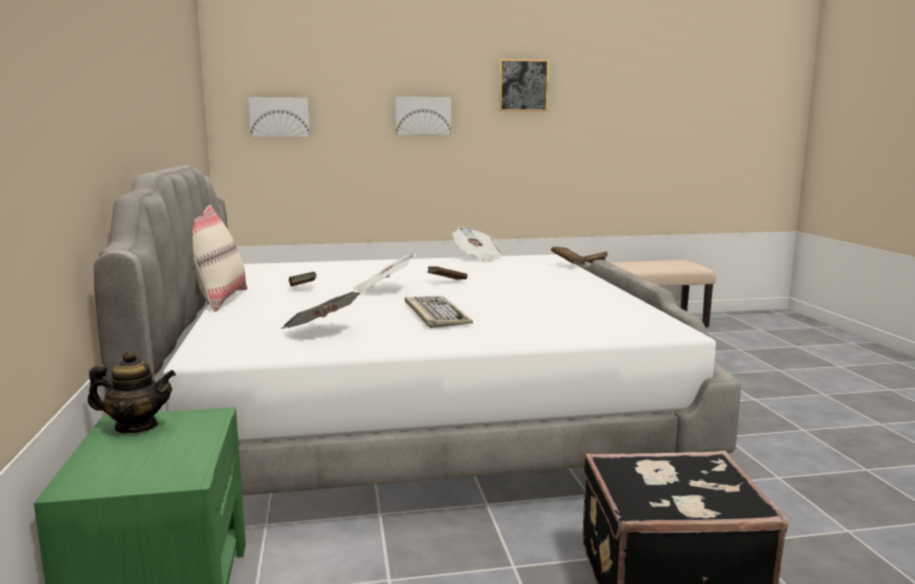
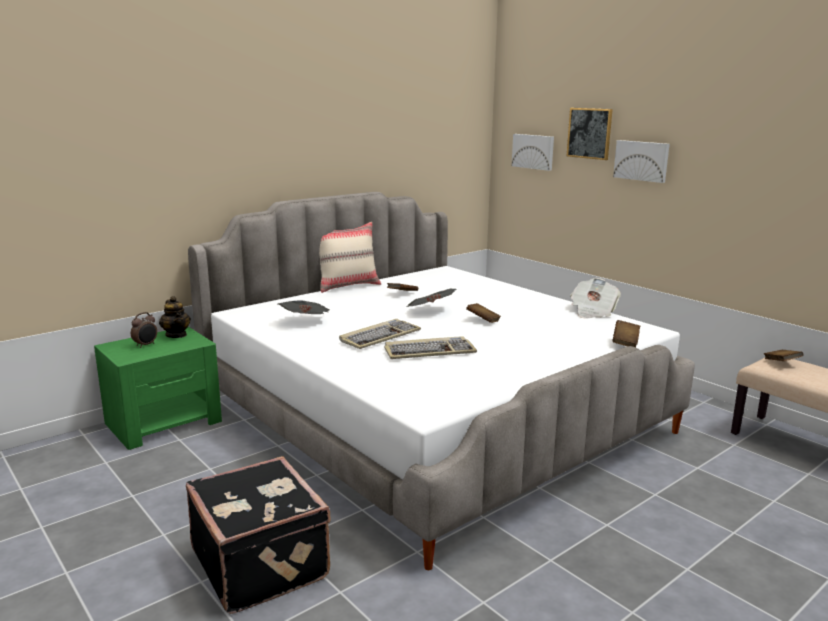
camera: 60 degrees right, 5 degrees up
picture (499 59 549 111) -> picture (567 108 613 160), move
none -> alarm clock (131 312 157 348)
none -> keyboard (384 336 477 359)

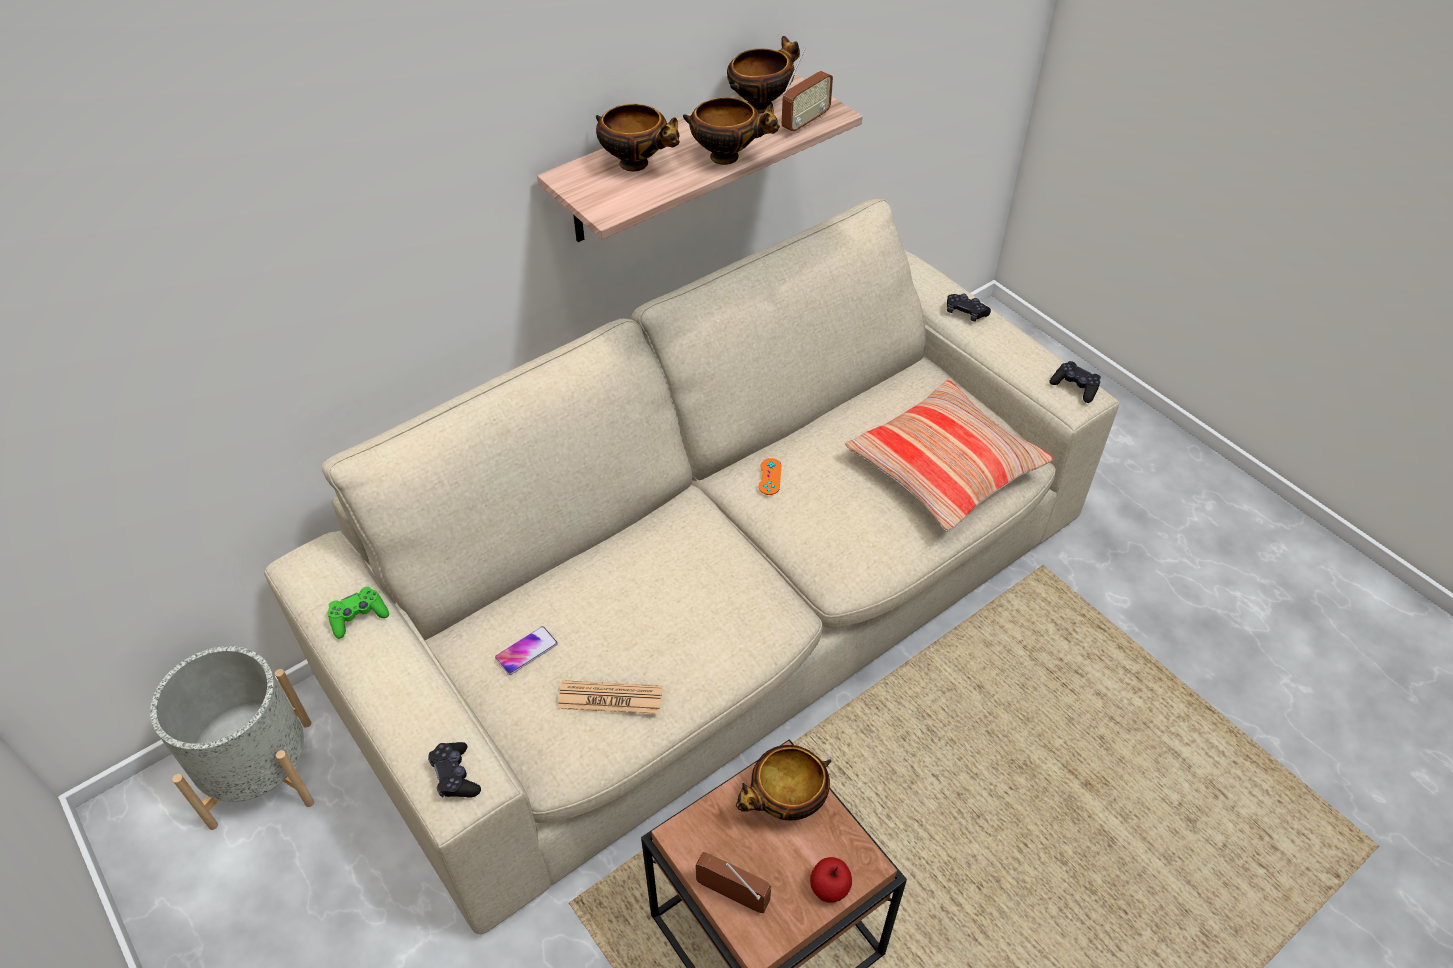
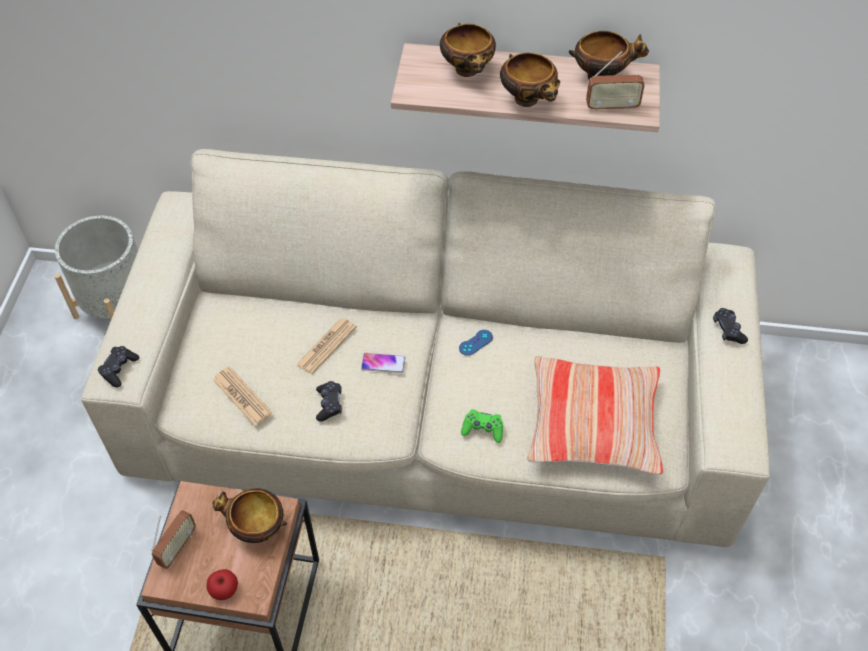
camera: 45 degrees right, 5 degrees up
black game controller (1049 361 1101 403) -> black game controller (316 381 342 422), move
orange game controller (758 458 782 495) -> blue game controller (459 330 493 356)
green game controller (327 586 389 639) -> green game controller (461 409 503 443), move
phone (495 626 558 675) -> phone (361 353 405 373), move
radio (695 852 771 913) -> radio (151 510 196 569), 45 degrees clockwise
none -> newspaper (296 318 357 374)

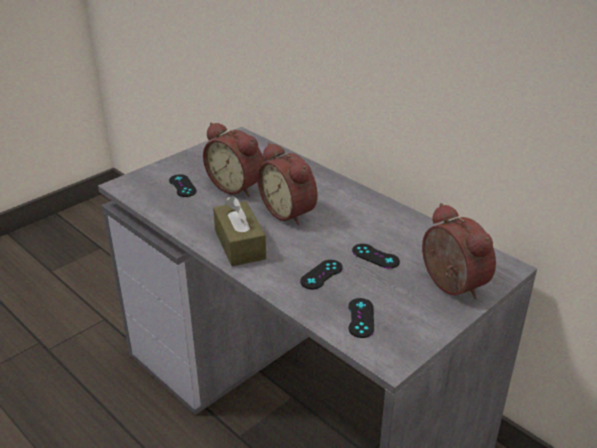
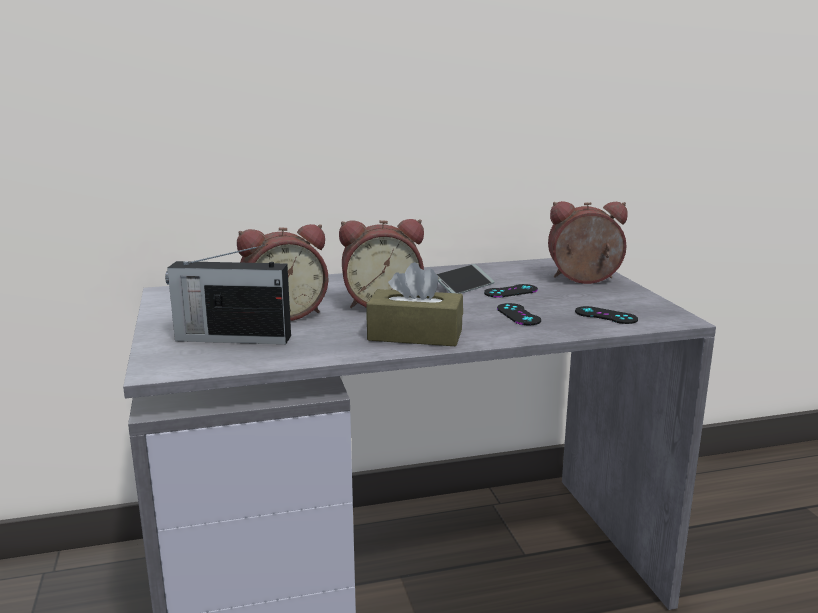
camera: 60 degrees left, 15 degrees down
black game controller (169 174 197 197) -> radio (165 244 291 344)
none -> phone (436 264 494 294)

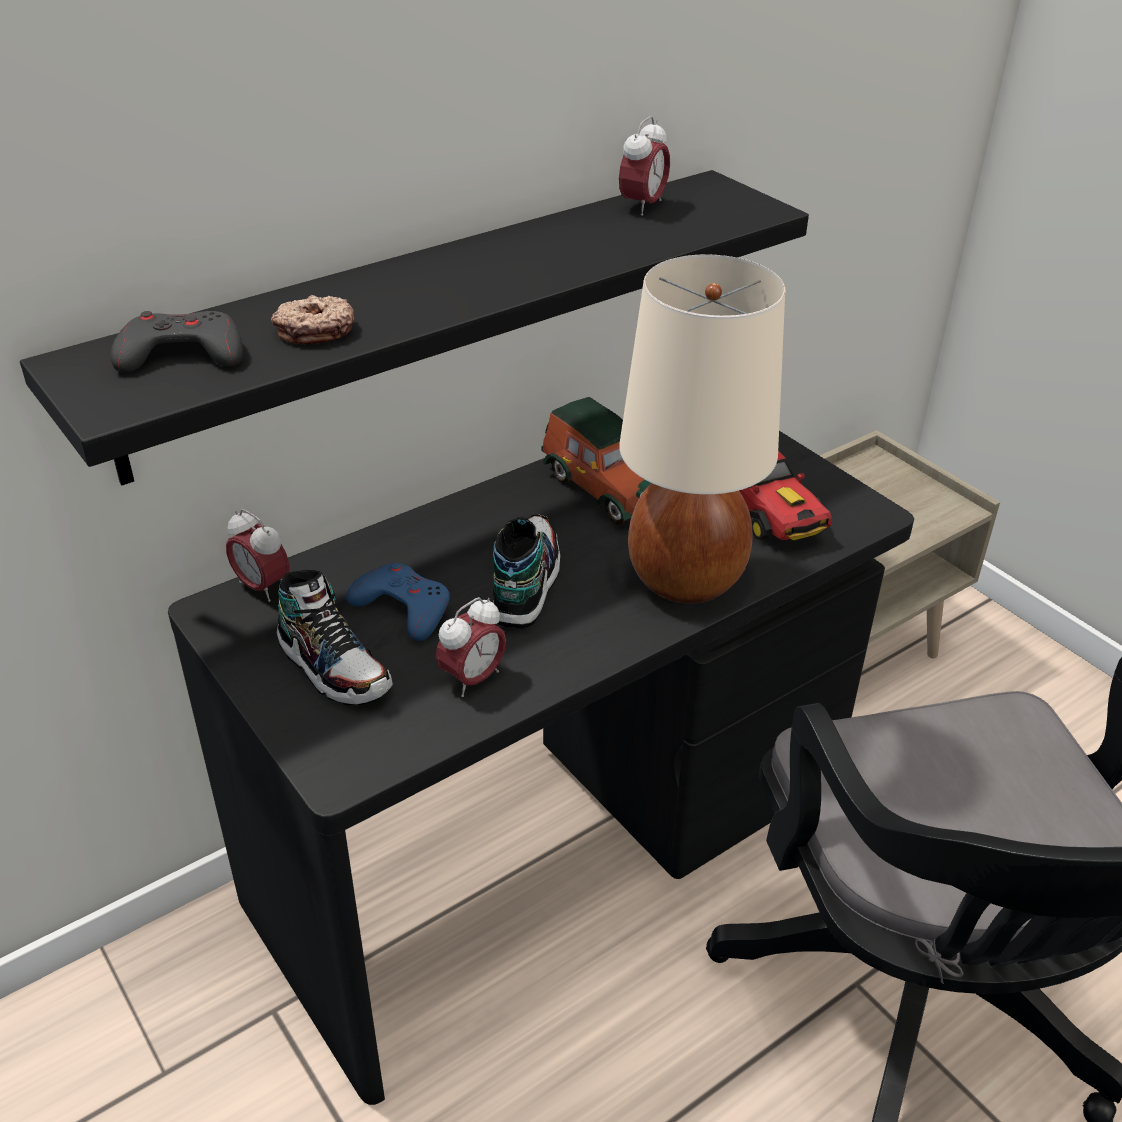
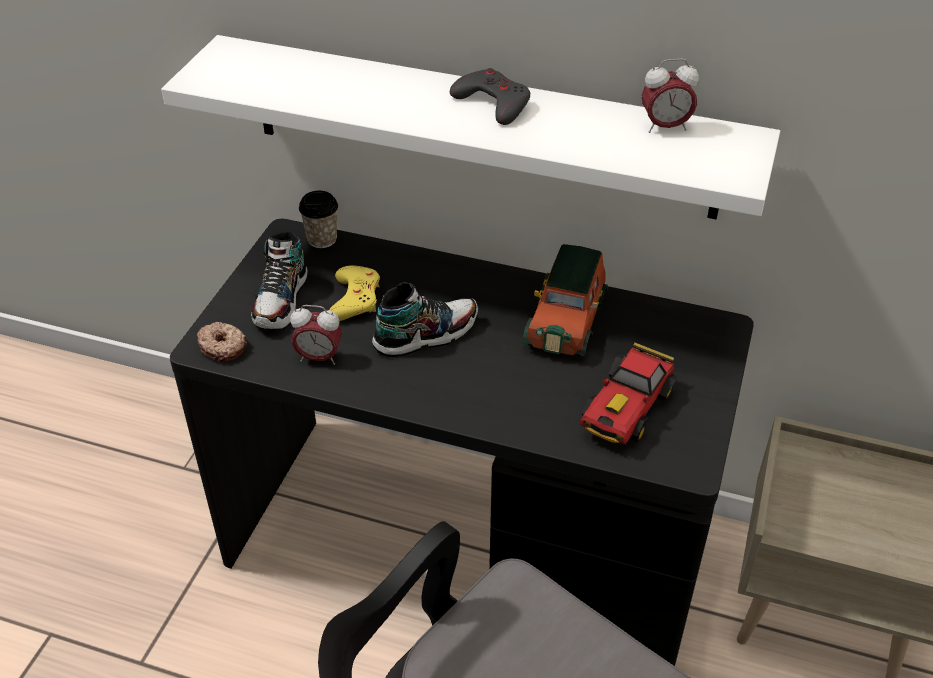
camera: 55 degrees right, 5 degrees up
black shelf (20 170 809 485) -> white shelf (161 35 780 219)
beige table lamp (619 254 785 604) -> none
donut (271 295 355 345) -> donut (197 322 247 362), move
grey game controller (111 311 243 372) -> grey game controller (450 68 530 125), move
alarm clock (226 509 289 602) -> cup (299 191 338 248)
blue game controller (346 563 450 641) -> yellow game controller (329 265 380 321)

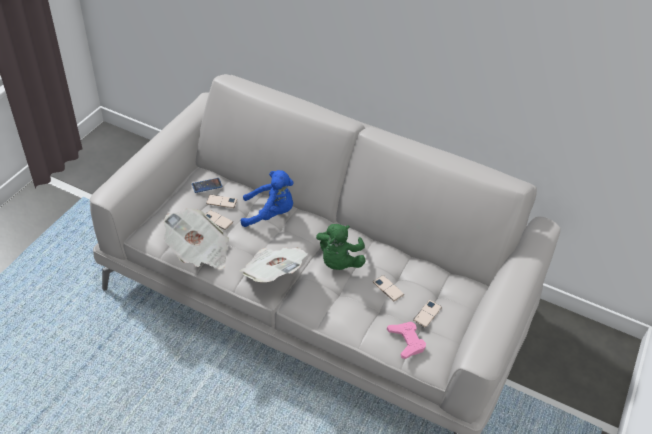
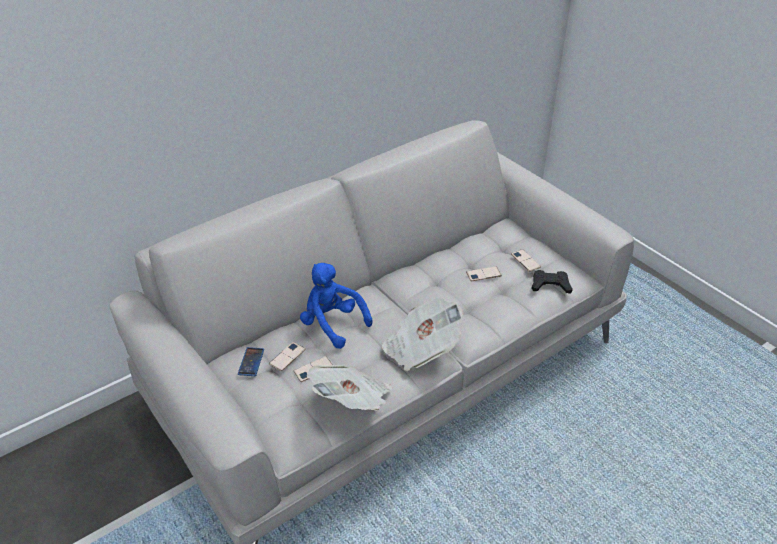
camera: 60 degrees left, 5 degrees down
blue plush toy (241 170 294 227) -> blue plush toy (300 263 373 349), 75 degrees counterclockwise
green plush toy (316 224 366 270) -> none
pink game controller (387 322 426 359) -> black game controller (531 270 573 294)

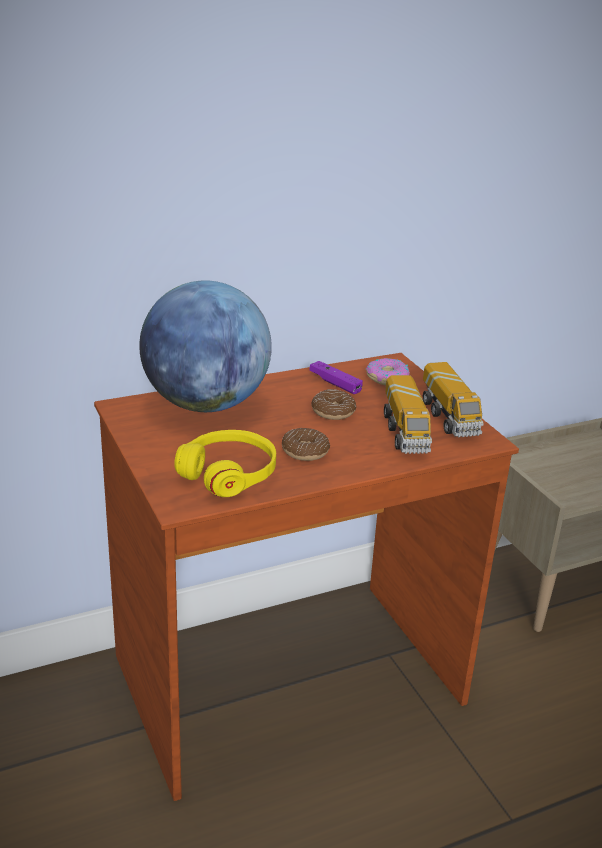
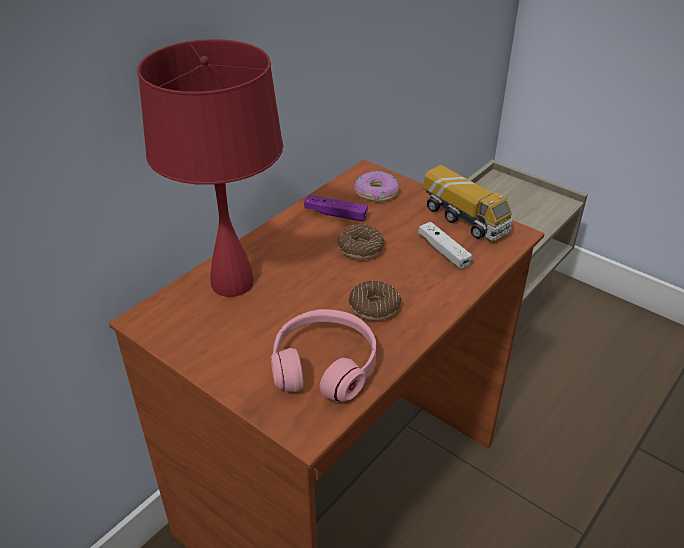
camera: 25 degrees left, 10 degrees up
globe (139 280 272 412) -> red table lamp (137 39 283 297)
toy truck (384 375 432 454) -> white game controller (418 222 472 269)
yellow headphones (174 430 276 497) -> pink headphones (271 309 376 402)

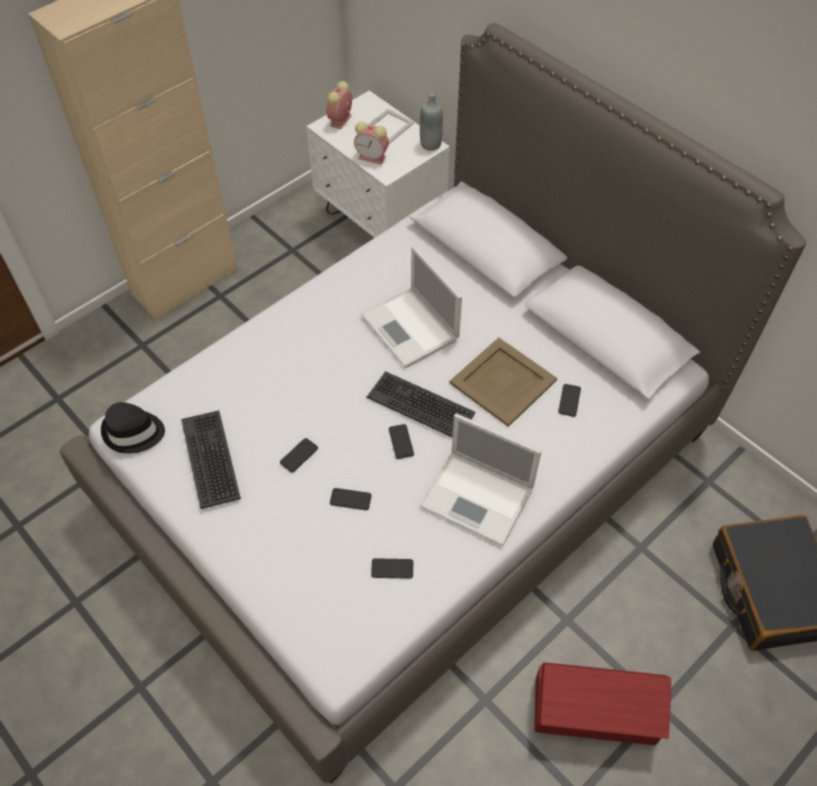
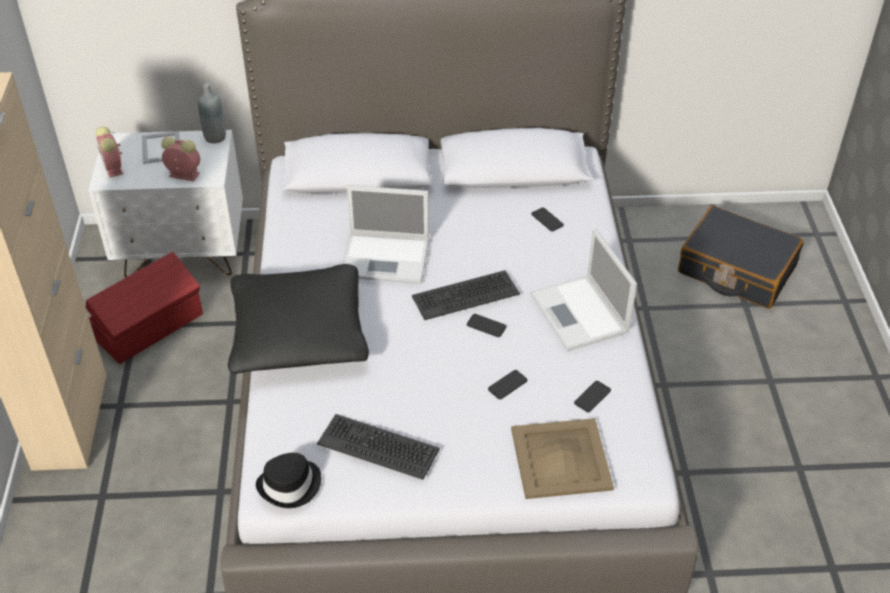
camera: 50 degrees left, 10 degrees down
alarm clock (354 122 389 164) -> alarm clock (161 137 200 181), 135 degrees counterclockwise
beige tray (449 337 557 427) -> beige tray (511 418 614 499), move
laptop (420 413 542 546) -> laptop (530 228 637 351), 90 degrees clockwise
phone (280 438 318 472) -> none
red storage box (535 662 671 745) -> red storage box (86 252 203 364), move
none -> black pillow (228 264 369 374)

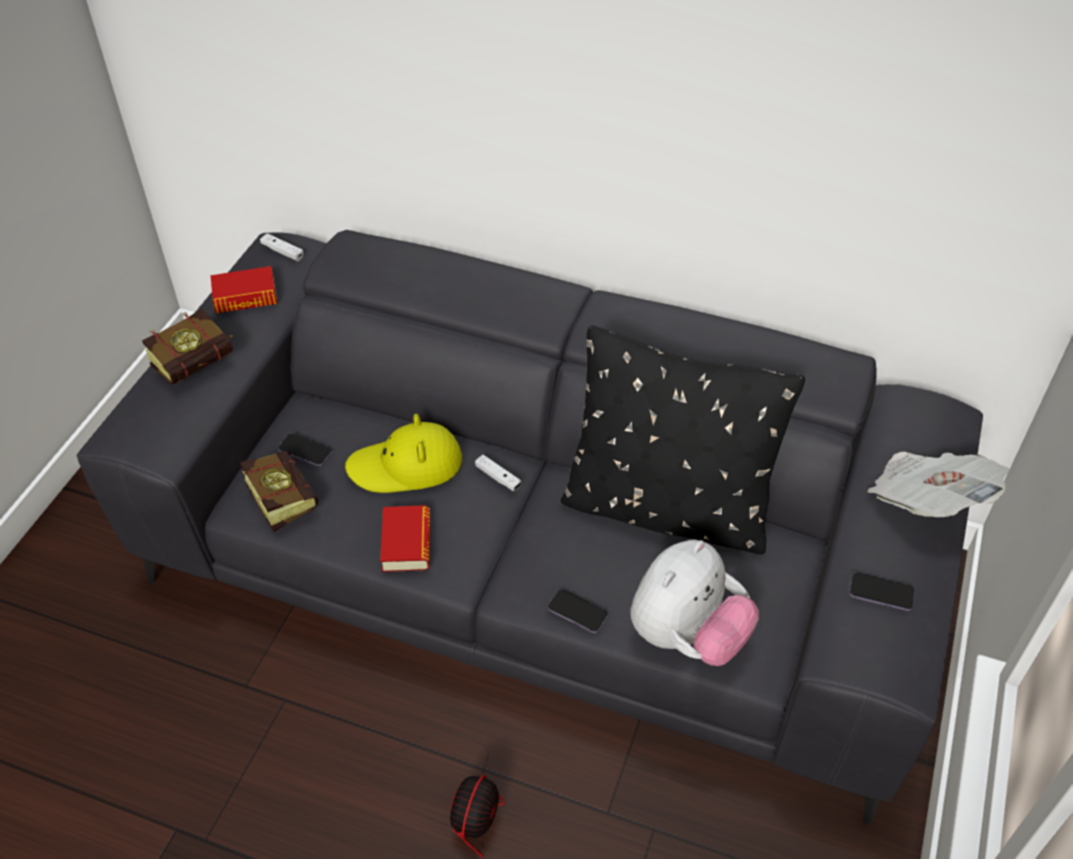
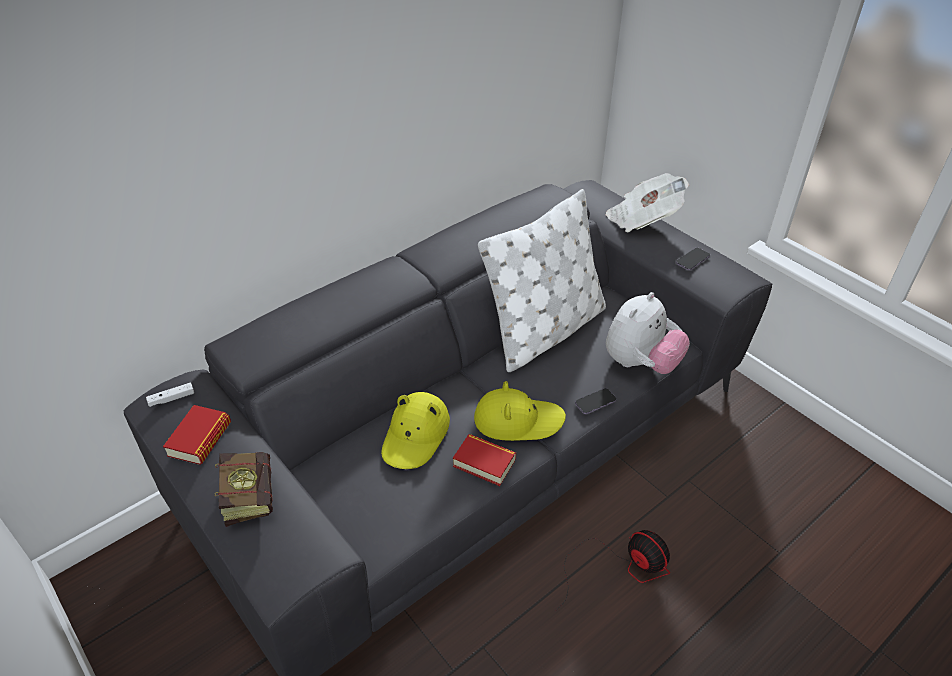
camera: 60 degrees left, 5 degrees down
black pillow (561 325 805 555) -> white pillow (478 189 606 372)
phone (278 433 332 466) -> none
book (240 451 318 532) -> none
white game controller (475 455 521 491) -> none
plush toy (630 540 759 666) -> plush toy (606 292 690 374), 60 degrees clockwise
none -> yellow hat (474 381 566 441)

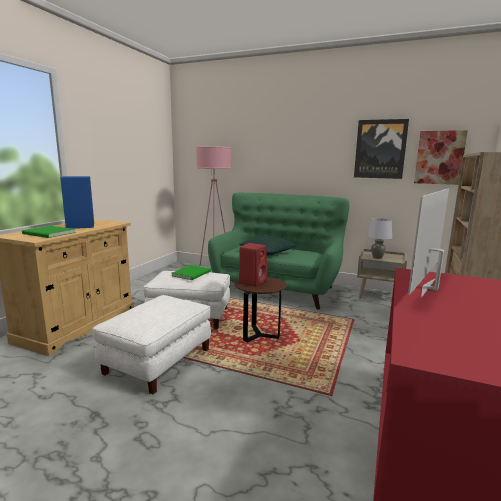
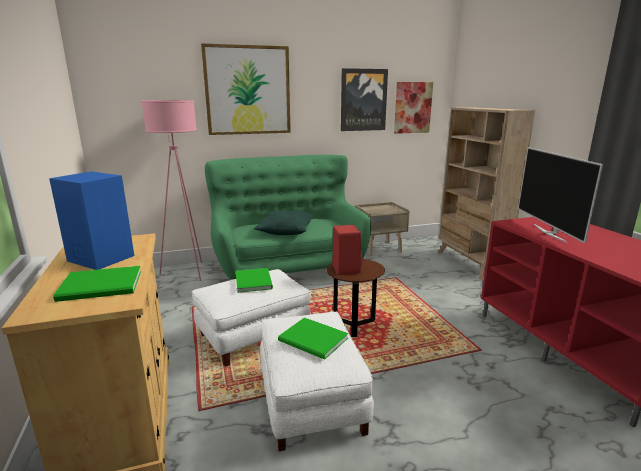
camera: 40 degrees left, 5 degrees up
grey table lamp (368 218 392 259) -> none
none -> picture (201 43 291 135)
none -> green book (278 318 349 360)

